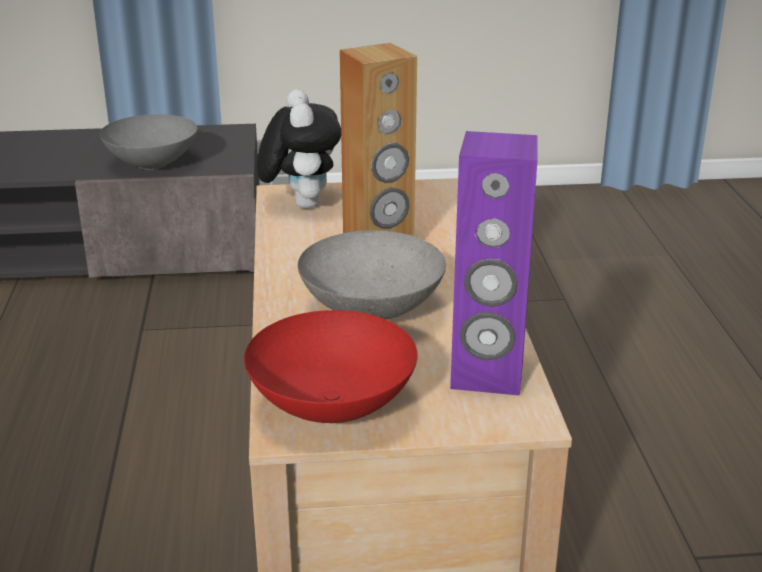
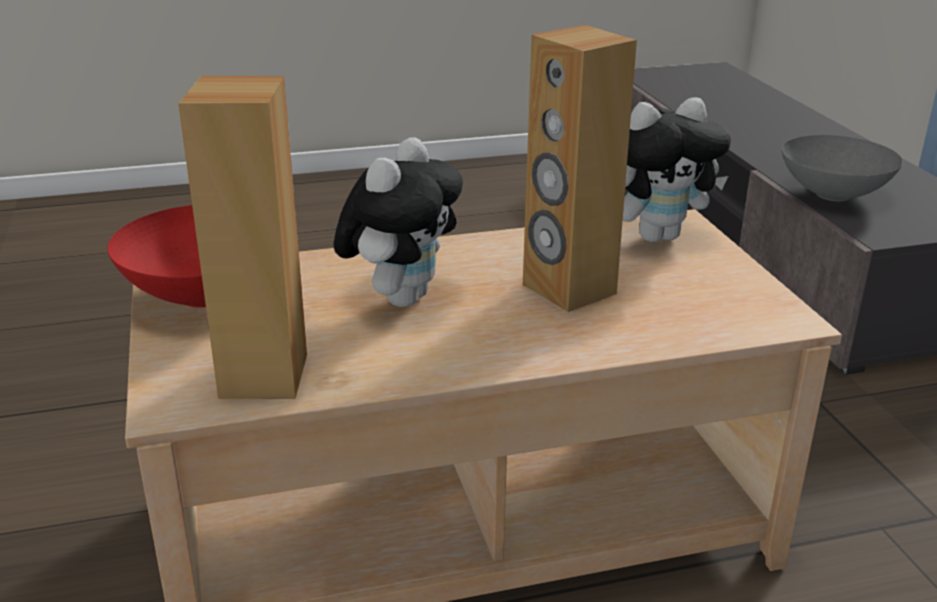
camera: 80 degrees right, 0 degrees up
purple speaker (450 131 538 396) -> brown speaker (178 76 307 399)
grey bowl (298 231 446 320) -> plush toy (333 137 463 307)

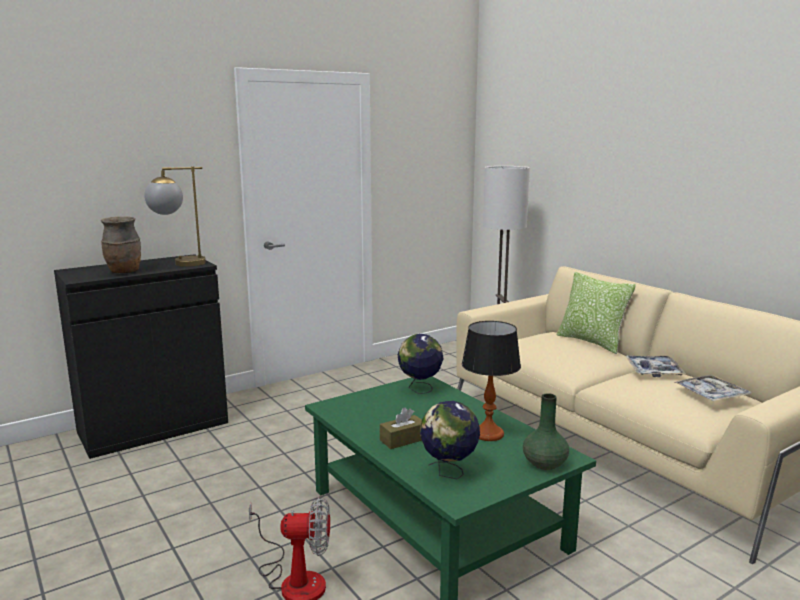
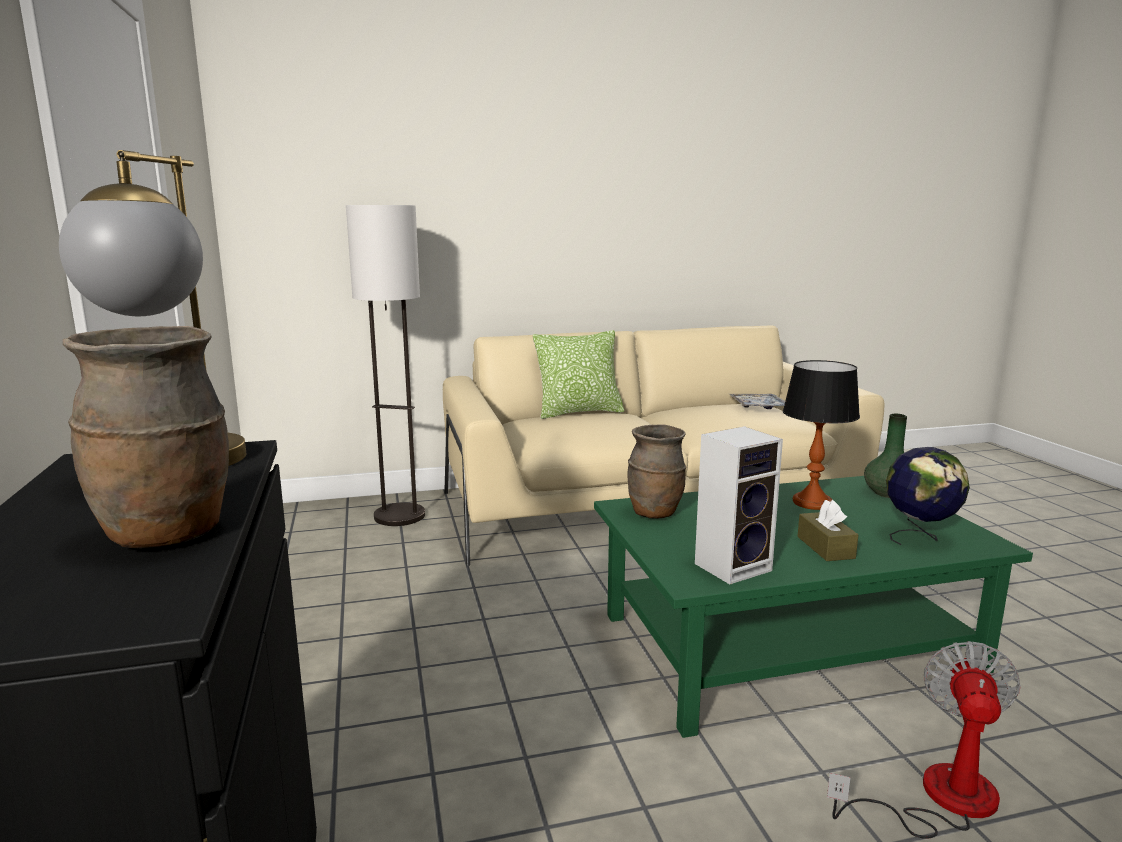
camera: 70 degrees left, 0 degrees up
globe (398 334 444 394) -> brown vase (627 424 687 519)
tray (626 355 686 377) -> none
none -> speaker (695 426 783 584)

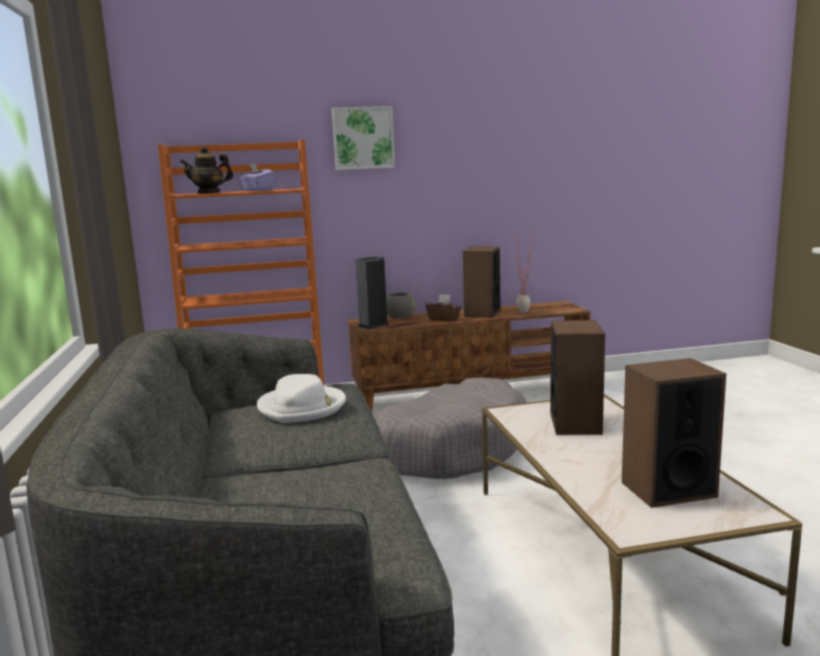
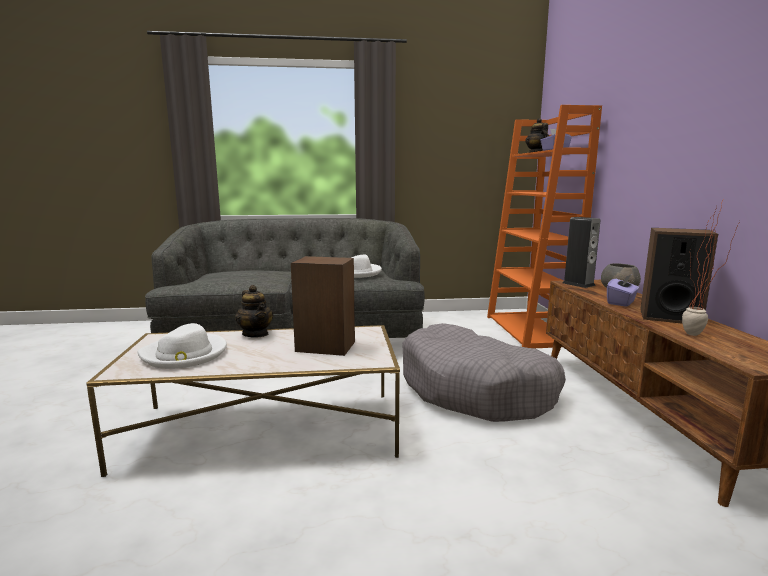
camera: 95 degrees right, 0 degrees up
picture (332 106 395 170) -> none
brown tissue box (425 294 462 322) -> purple tissue box (607 275 639 307)
speaker (622 358 726 508) -> white hat (138 323 227 369)
none -> teapot (235 285 273 337)

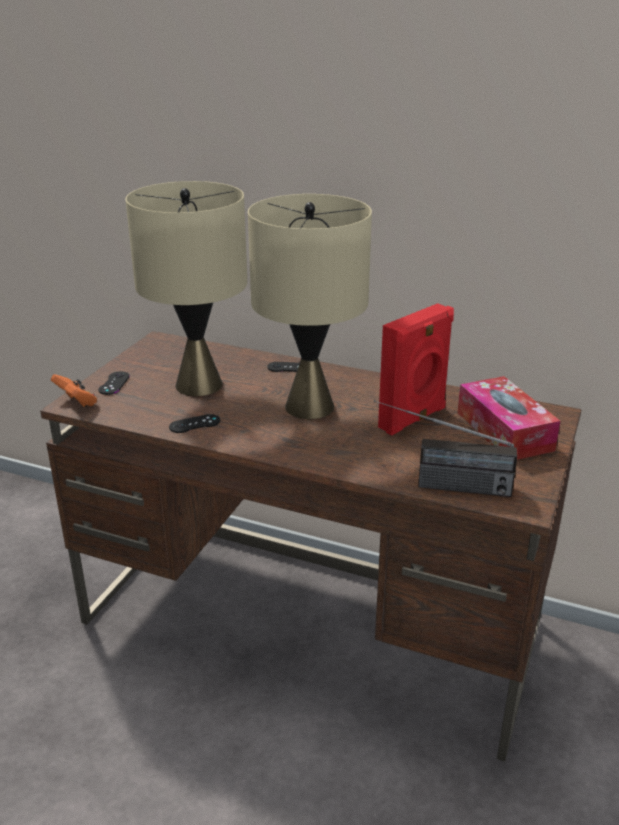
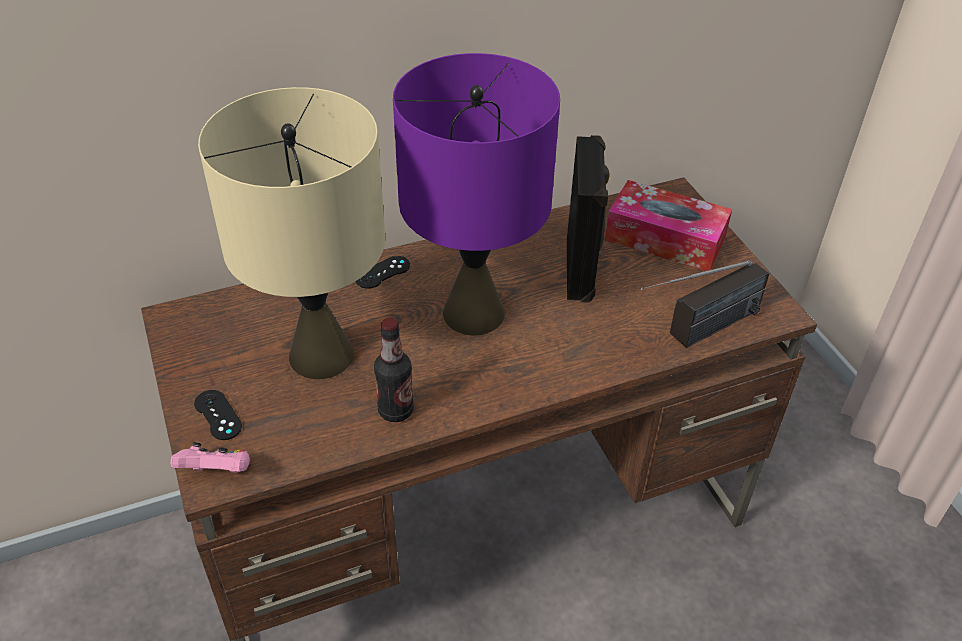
camera: 45 degrees left, 15 degrees up
beige table lamp (248 194 372 419) -> purple table lamp (393 53 560 335)
red speaker (378 303 454 436) -> black speaker (567 135 609 303)
orange game controller (51 374 97 407) -> pink game controller (170 442 250 473)
black game controller (169 414 220 433) -> bottle (374 318 414 422)

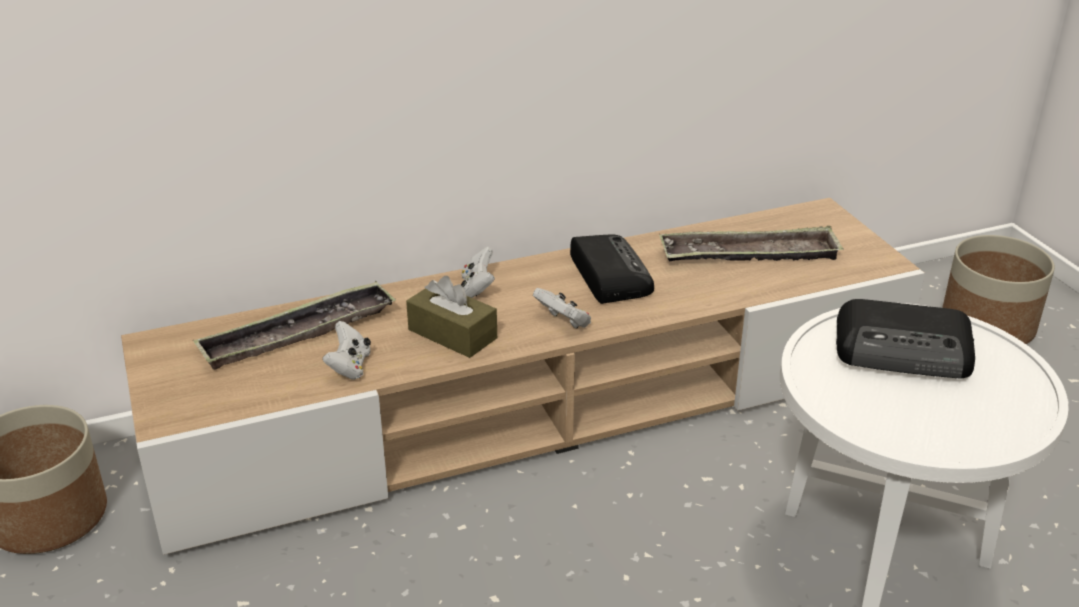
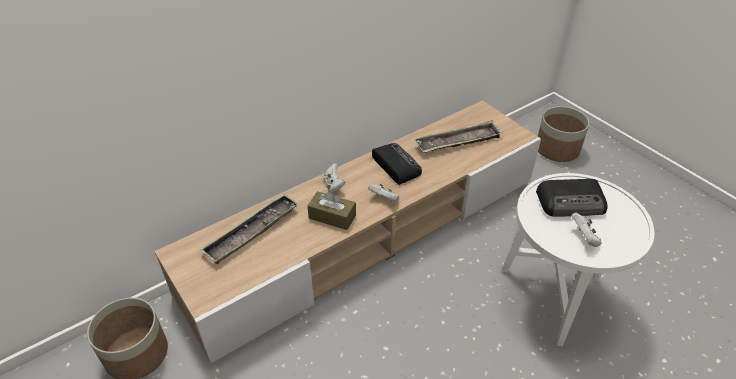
camera: 15 degrees left, 10 degrees up
white game controller (322 321 371 380) -> white game controller (571 212 602 247), move

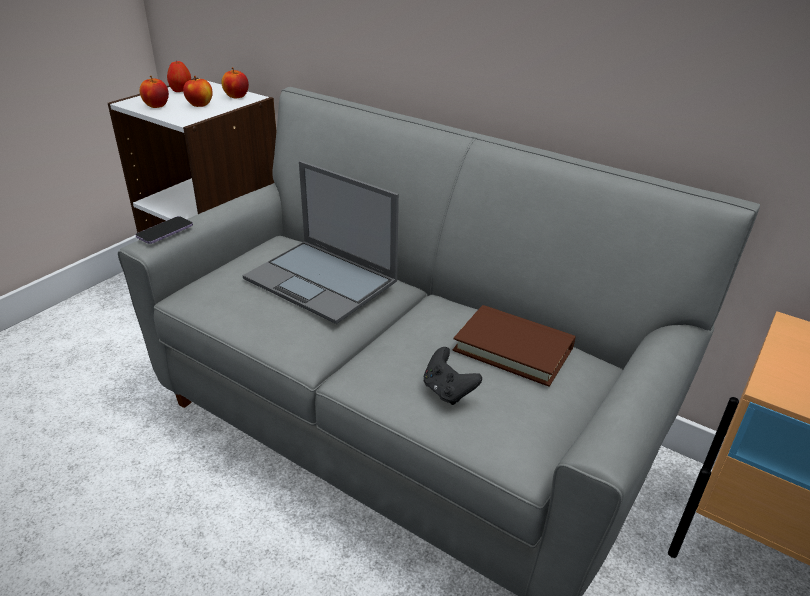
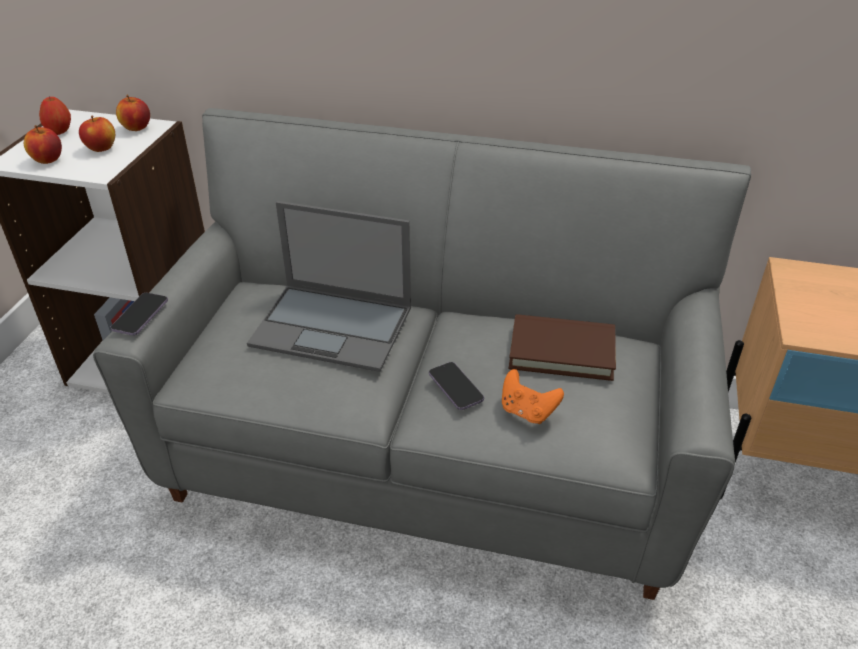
camera: 20 degrees left, 5 degrees up
black game controller (424 347 482 405) -> orange game controller (502 369 564 424)
none -> phone (429 362 484 410)

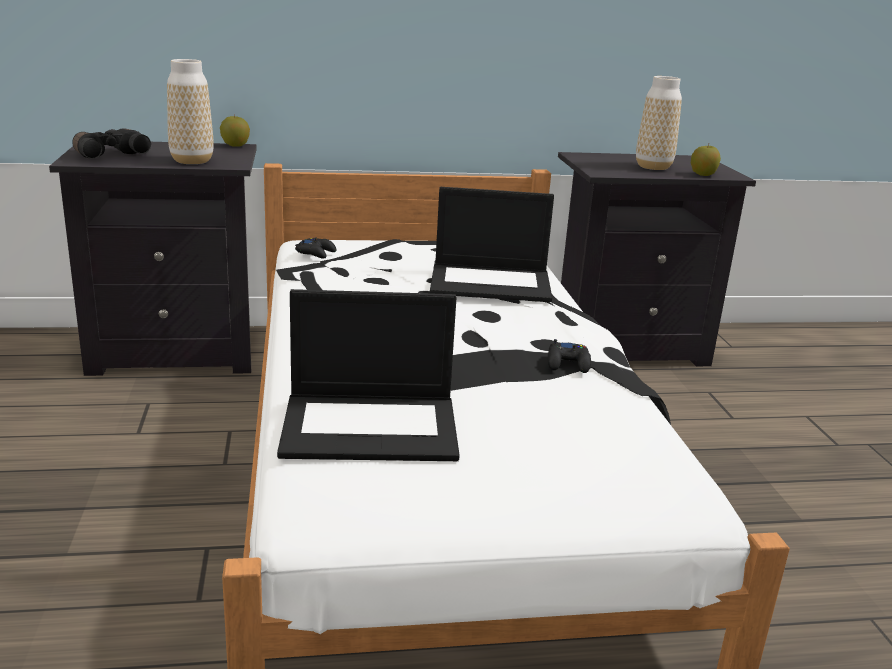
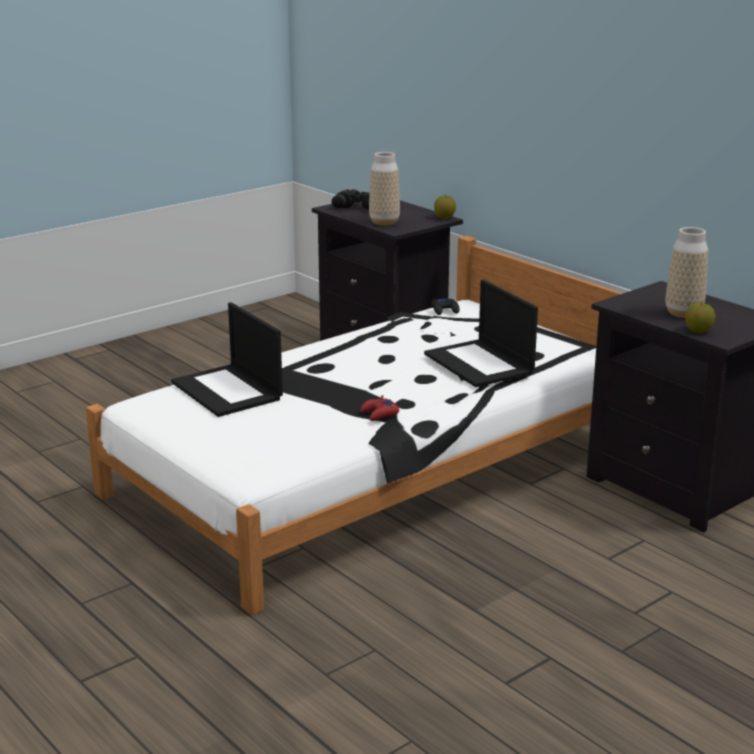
camera: 60 degrees right, 0 degrees up
black game controller (548 339 591 373) -> red game controller (360 395 400 421)

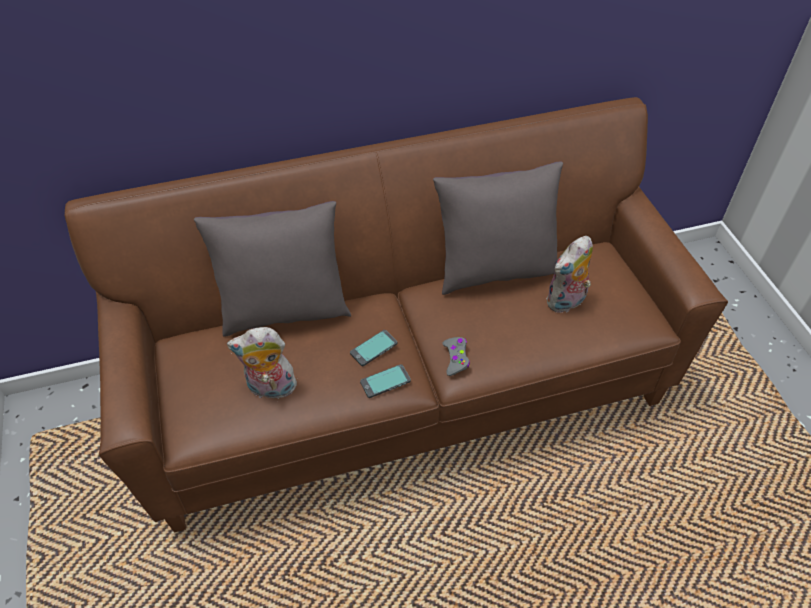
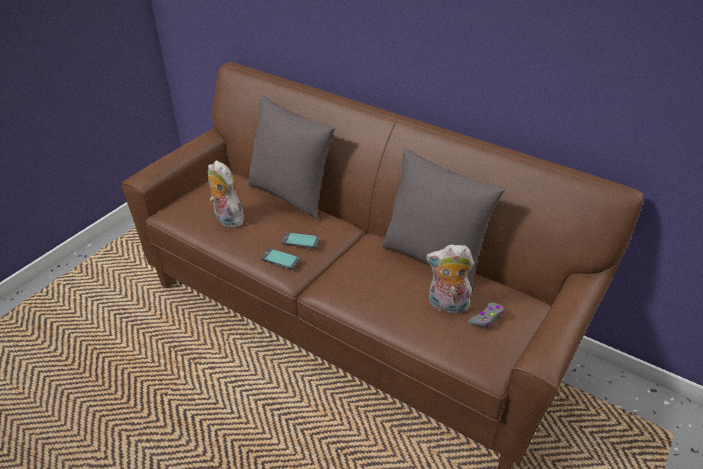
camera: 50 degrees right, 10 degrees down
grey game controller (442 337 470 376) -> grey game controller (468 303 504 328), move

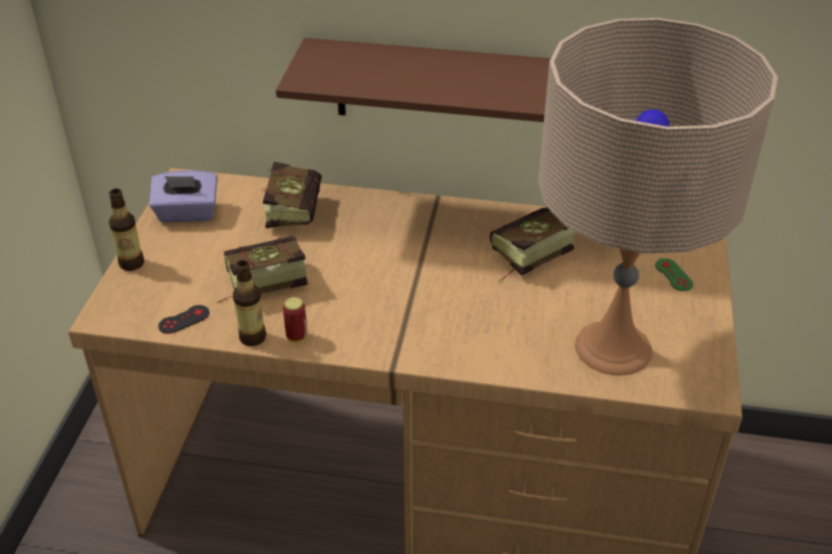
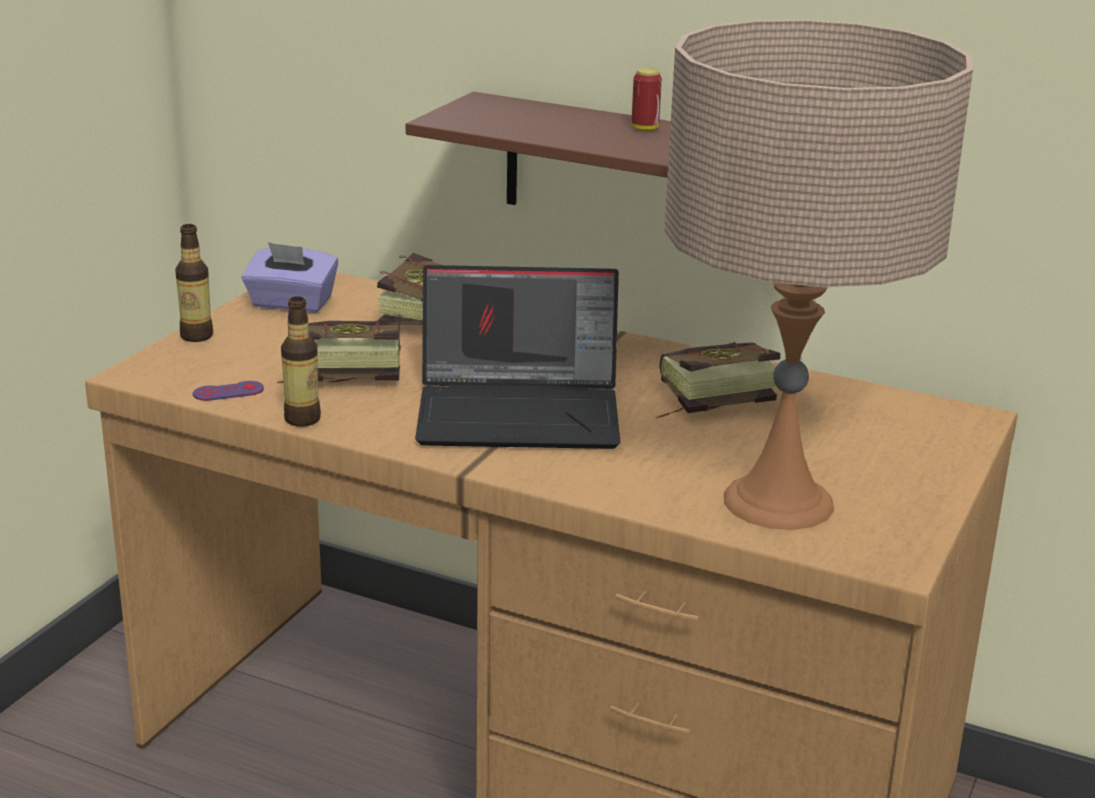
camera: 15 degrees right, 15 degrees down
green game controller (655 258 693 291) -> none
can (283 297 308 343) -> can (632 68 662 131), move
black game controller (158 305 210 334) -> purple game controller (193 381 264 401)
none -> laptop (415 265 620 449)

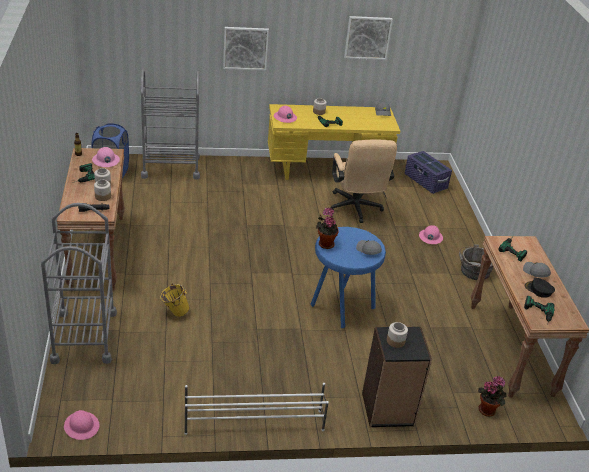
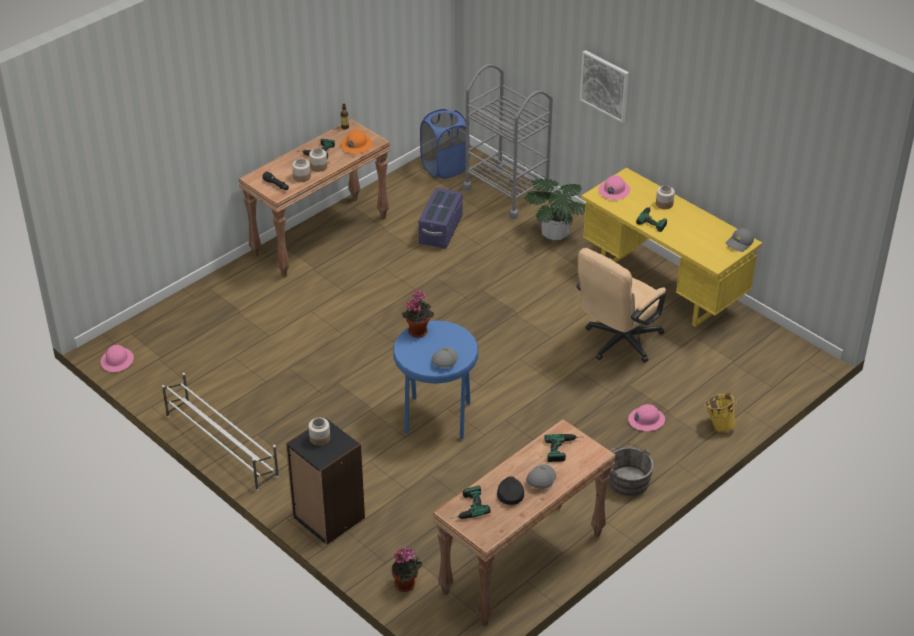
camera: 55 degrees right, 5 degrees up
picture (344 16 393 60) -> none
pink hard hat (92 147 120 167) -> orange hard hat (341 130 373 154)
purple storage box (405 151 452 194) -> purple storage box (418 188 463 249), move
grey cart (41 203 117 364) -> none
yellow bucket (160 284 190 317) -> yellow bucket (704 392 736 433), move
none -> potted plant (524 178 585 241)

